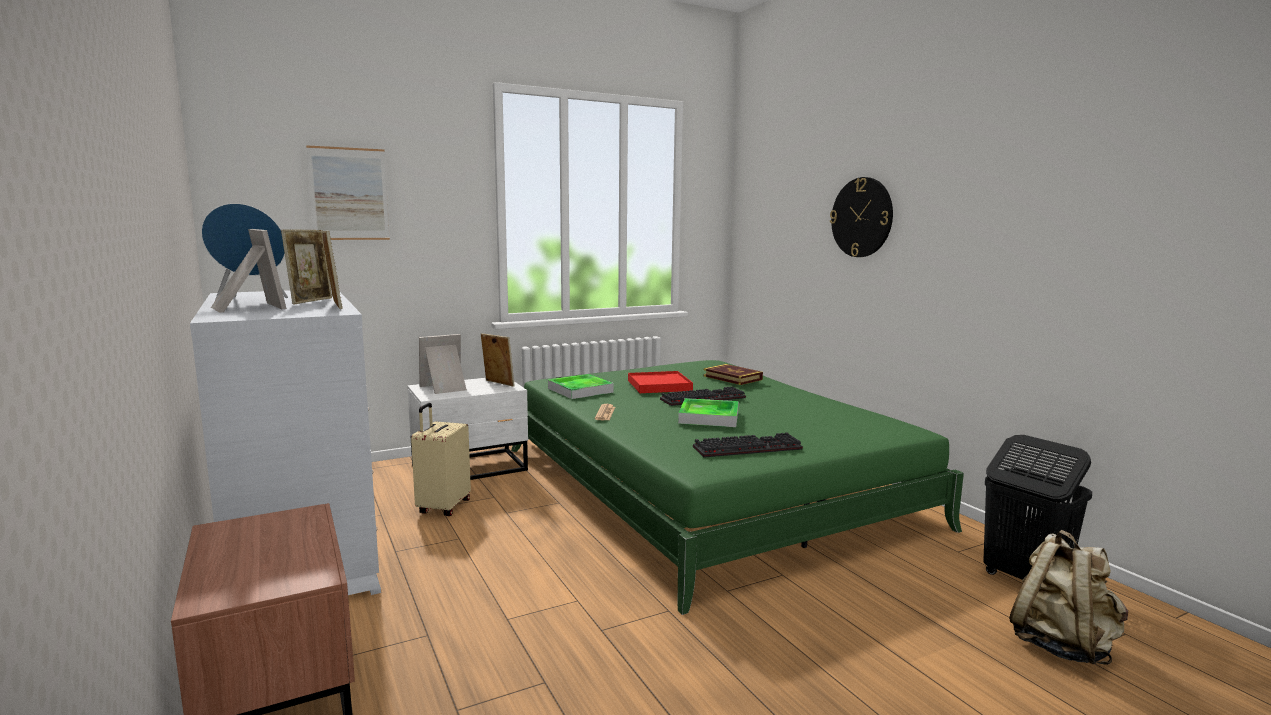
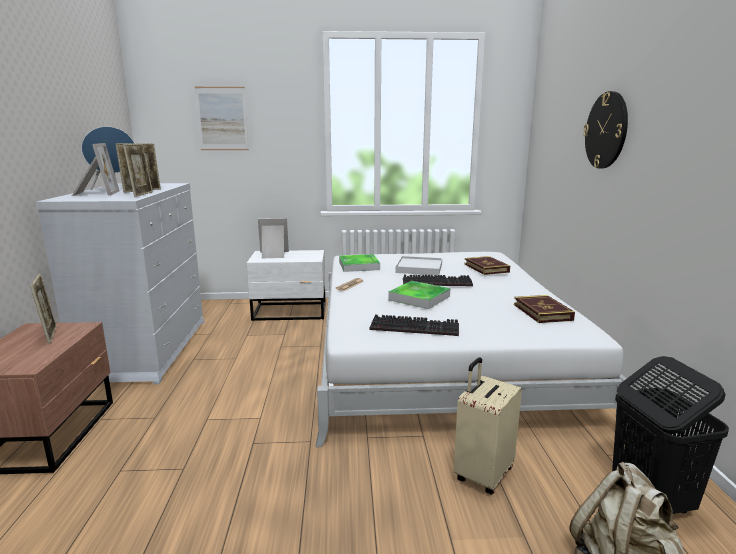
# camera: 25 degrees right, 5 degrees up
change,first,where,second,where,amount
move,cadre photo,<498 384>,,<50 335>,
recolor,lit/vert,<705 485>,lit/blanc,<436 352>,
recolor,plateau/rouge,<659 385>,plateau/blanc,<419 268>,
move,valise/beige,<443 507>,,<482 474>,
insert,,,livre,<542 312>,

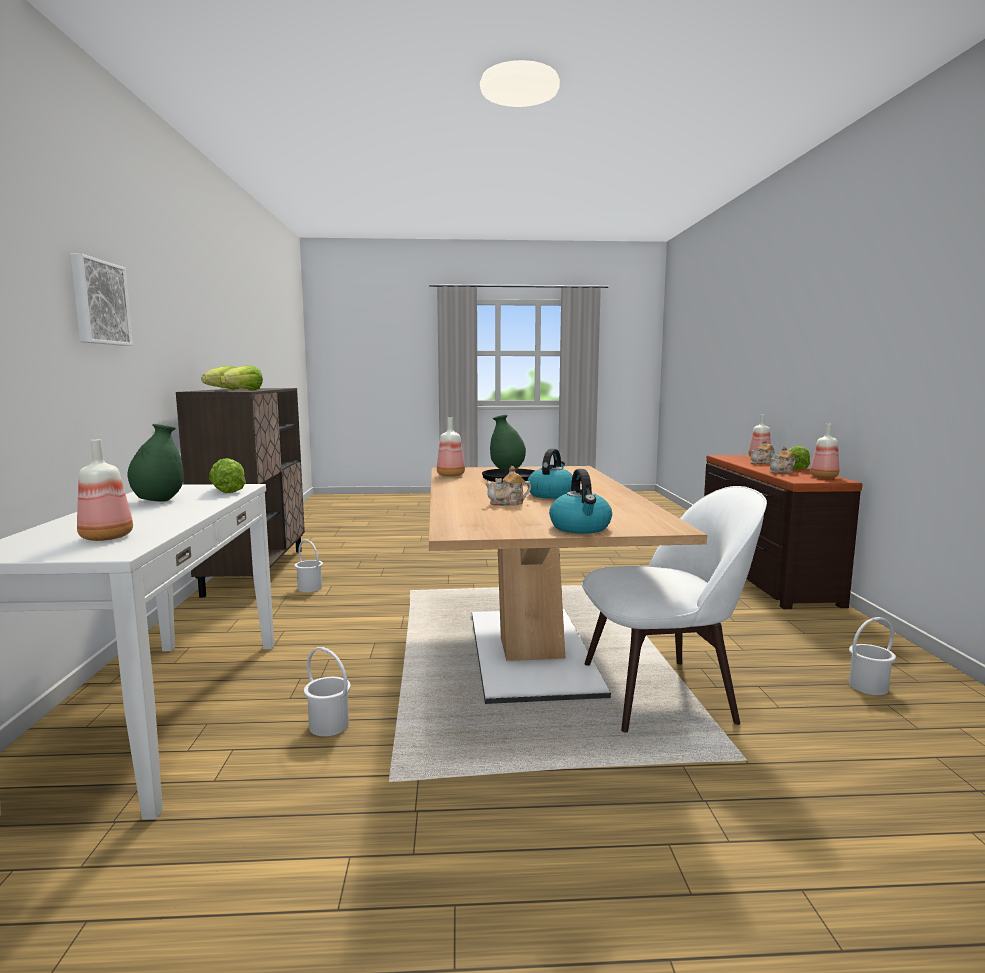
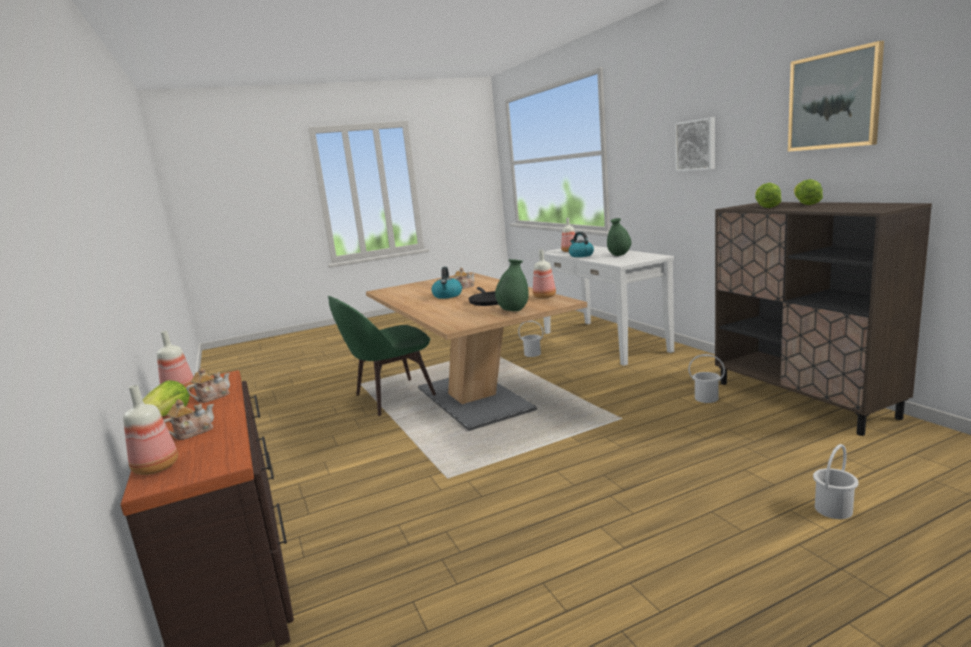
# camera: 160 degrees right, 5 degrees up
change,first,where,second,where,amount
recolor,chaise/blanc,<662 693>,chaise/vert,<391 397>,
move,bouilloire,<580 528>,,<581 255>,
insert,,,tableau,<834 100>,
move,seau/blanc,<867 686>,,<834 509>,
delete,laitue,<228 490>,,,

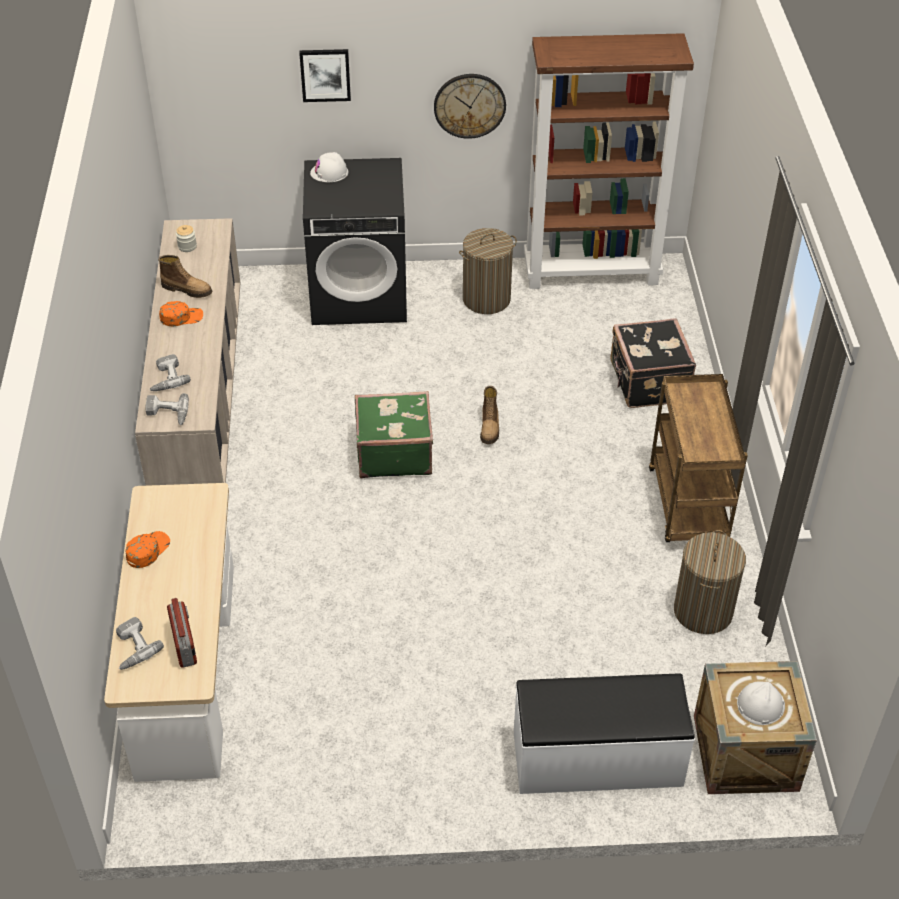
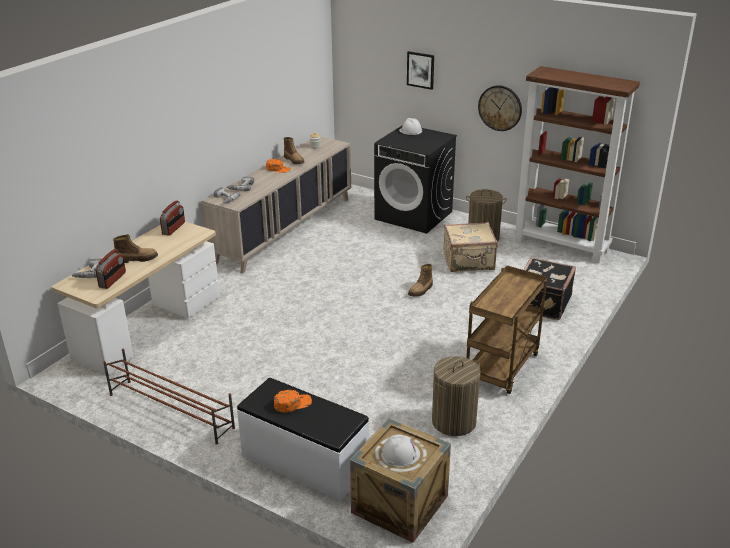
# camera: 35 degrees right, 15 degrees down
change,first,where,second,where,amount
insert,,,étagère à chaussures/marron,<170 410>,
insert,,,botte,<137 259>,
insert,,,radio,<174 228>,
move,casquette/orange,<147 550>,,<292 403>,
insert,,,valise/beige,<469 262>,
delete,valise/vert,<393 452>,,,

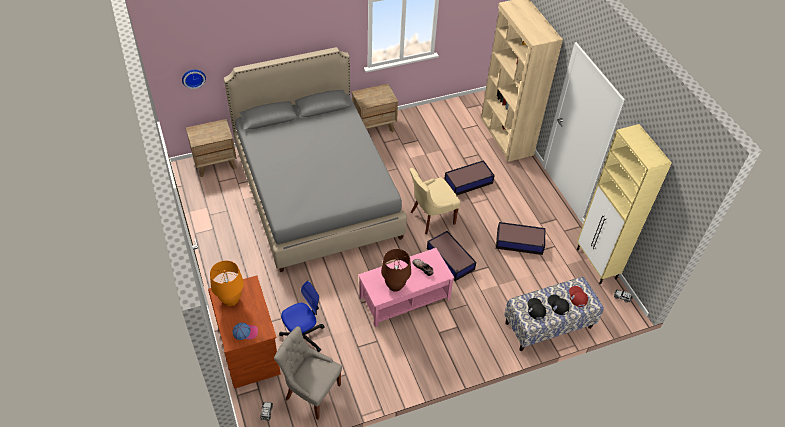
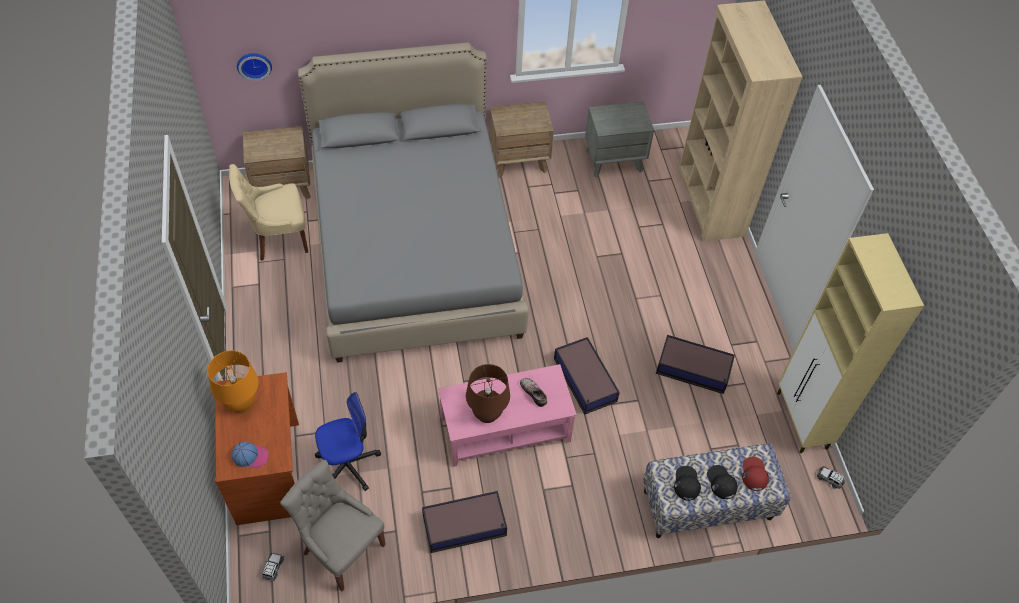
# camera: 10 degrees right, 5 degrees up
change,first,where,second,where,amount
move,chaise/beige,<431 217>,,<278 238>,
move,boîte de rangement,<469 182>,,<465 526>,
insert,,,table de chevet/gris,<614 160>,

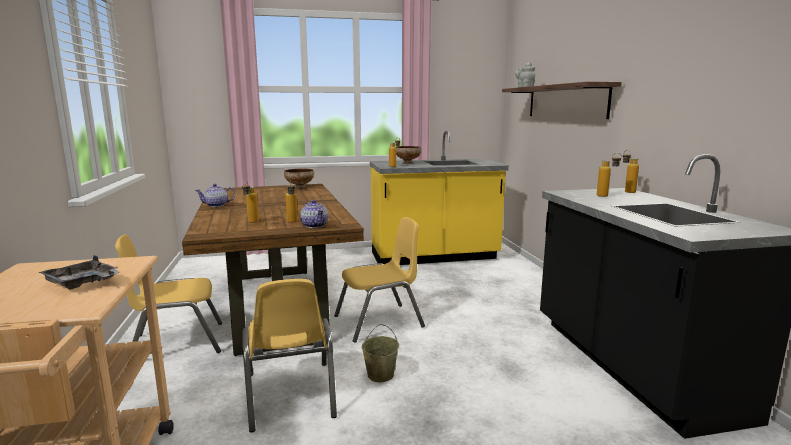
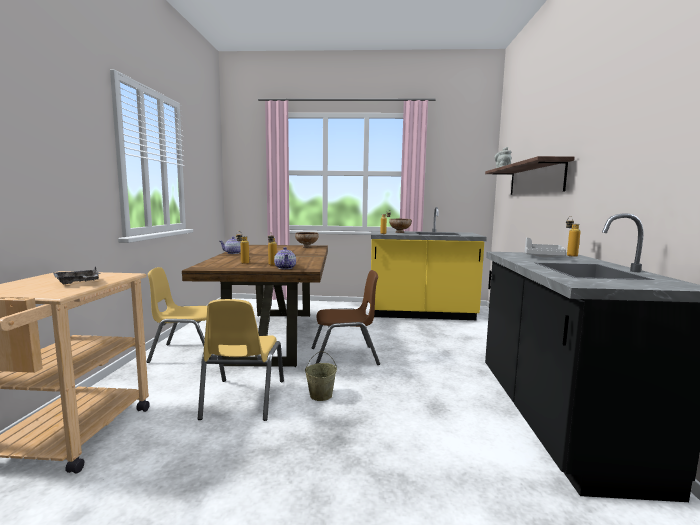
# camera: 15 degrees right, 5 degrees down
change,first,where,second,where,amount
recolor,chaise/jaune,<379 322>,chaise/marron,<344 357>,
replace,bouteille,<606 196>,plateau/gris,<543 257>,

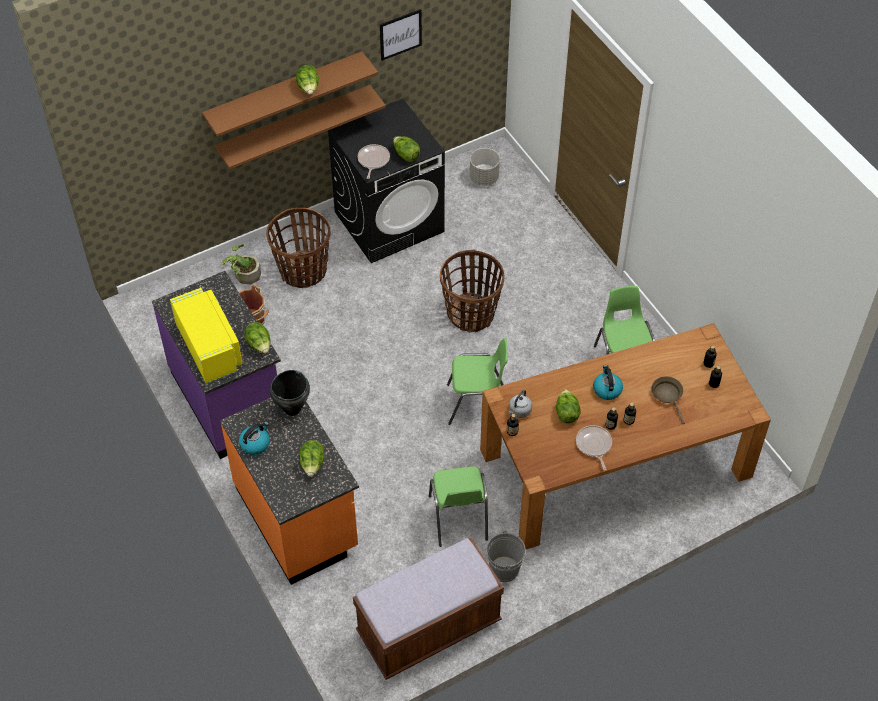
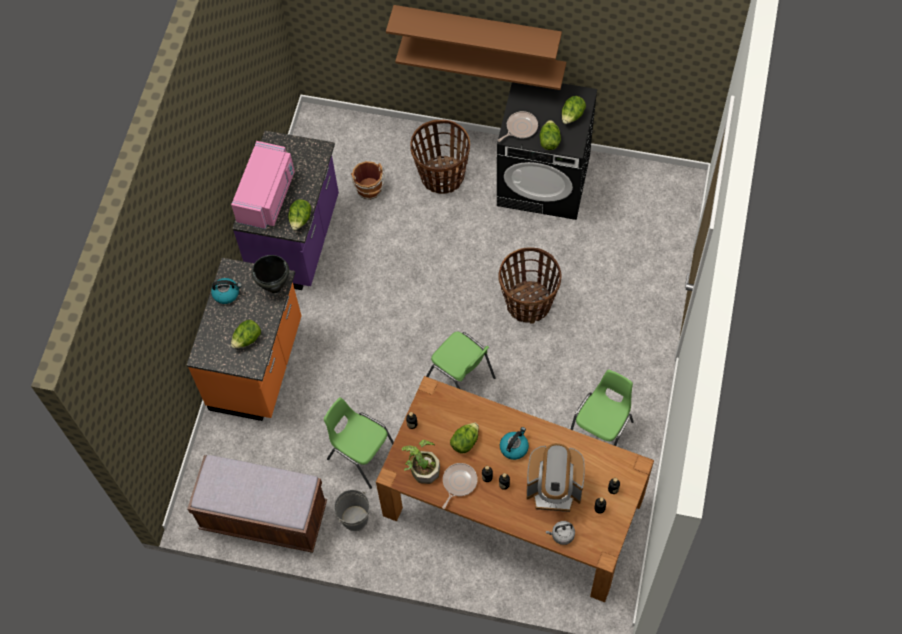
# camera: 45 degrees right, 10 degrees up
change,first,where,second,where,amount
recolor,micro-ondes/jaune,<210 347>,micro-ondes/rose,<267 196>,
rotate,chaise/vert,<458 518>,,<361 455>,90 degrees clockwise
move,plante en pot,<244 274>,,<422 467>,
replace,poêle/marron,<668 395>,machine à café,<554 489>,
move,bouilloire/gris,<519 411>,,<561 535>,
move,laitue,<309 88>,,<572 116>,
delete,tableau,<400 34>,,,
delete,cache-pot/gris,<484 178>,,,

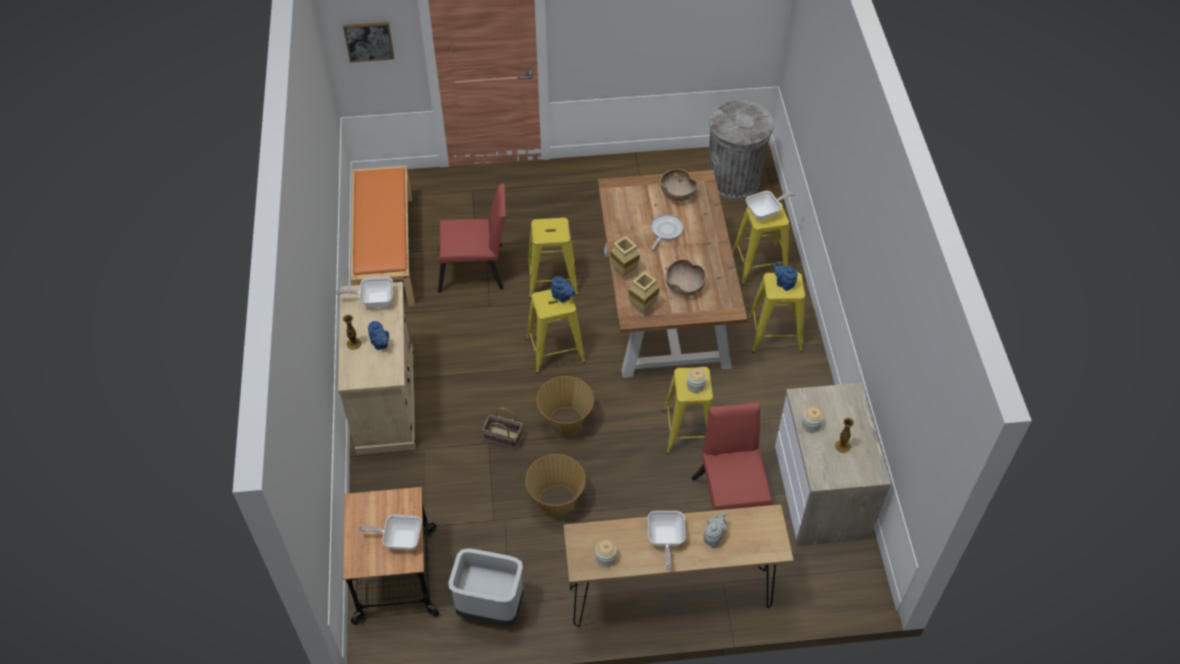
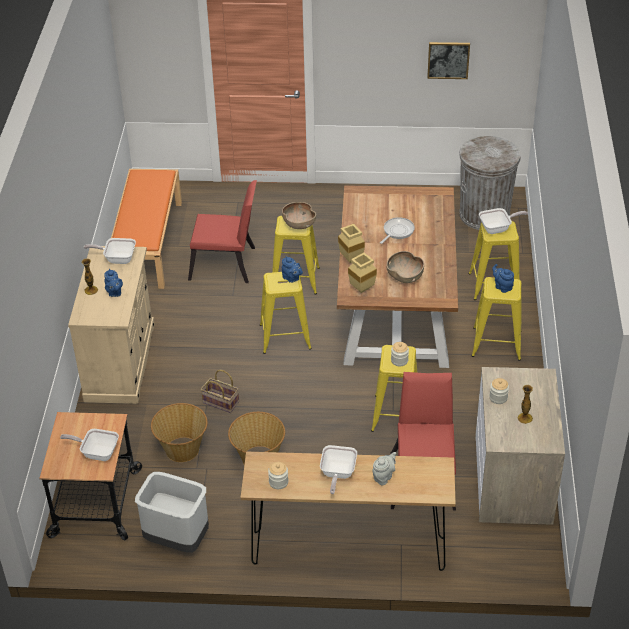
# camera: 10 degrees right, 10 degrees down
change,first,where,second,where,amount
move,panier,<565 421>,,<182 450>,
move,bol/marron,<677 194>,,<298 224>,
move,tableau,<369 41>,,<448 60>,

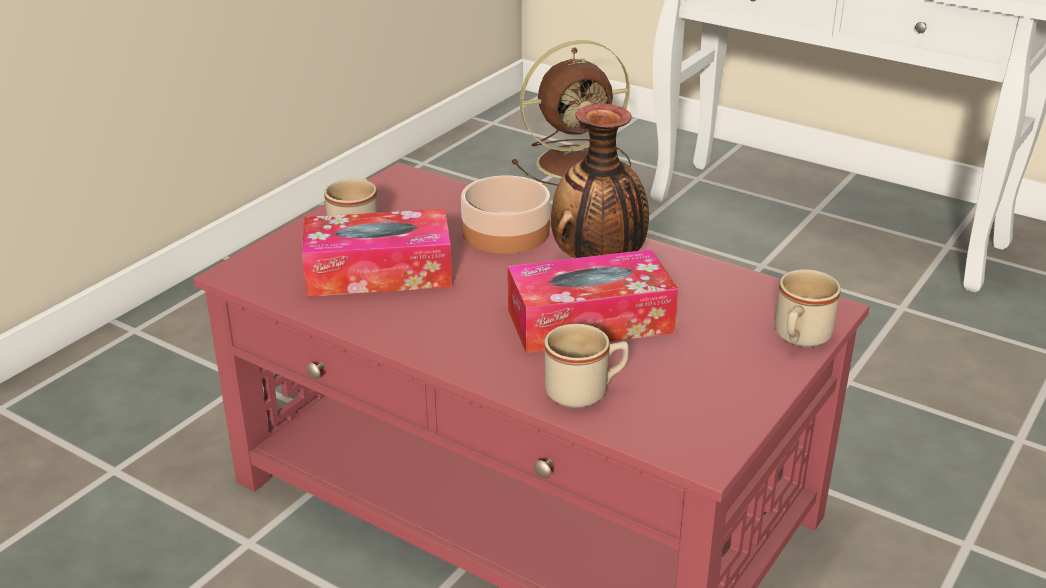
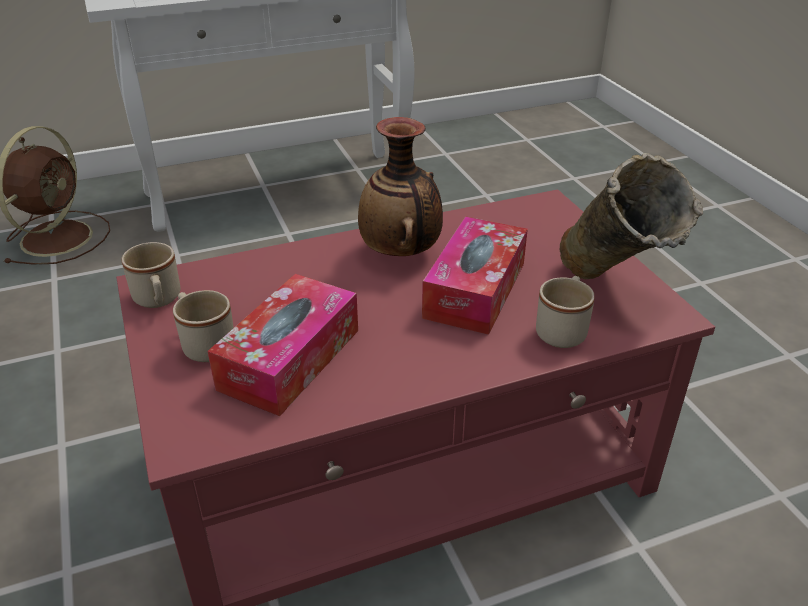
# camera: 55 degrees left, 5 degrees up
change,first,where,second,where,amount
move,mug/beige,<799 339>,,<158 300>,
insert,,,vase/beige,<613 290>,
delete,bol,<504 232>,,,

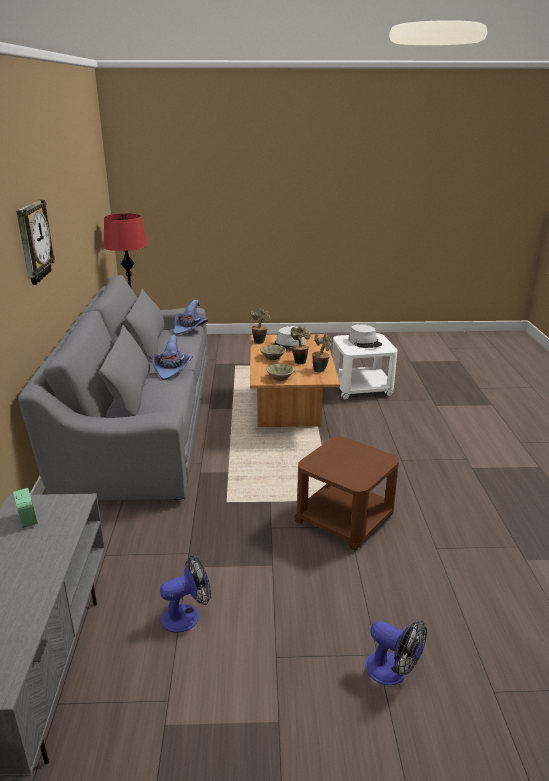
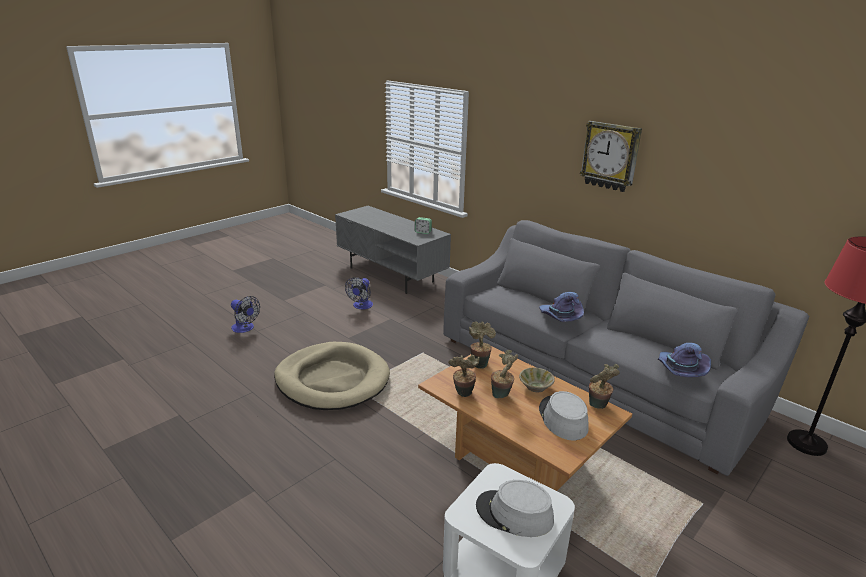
# camera: 135 degrees right, 0 degrees up
change,first,where,second,where,amount
rotate,ventilateur,<393 672>,,<245 328>,135 degrees counterclockwise
replace,table d'appoint/marron,<345 519>,panier pour chien/beige,<332 380>,
replace,bol/beige,<280 378>,plante en pot,<479 363>,

